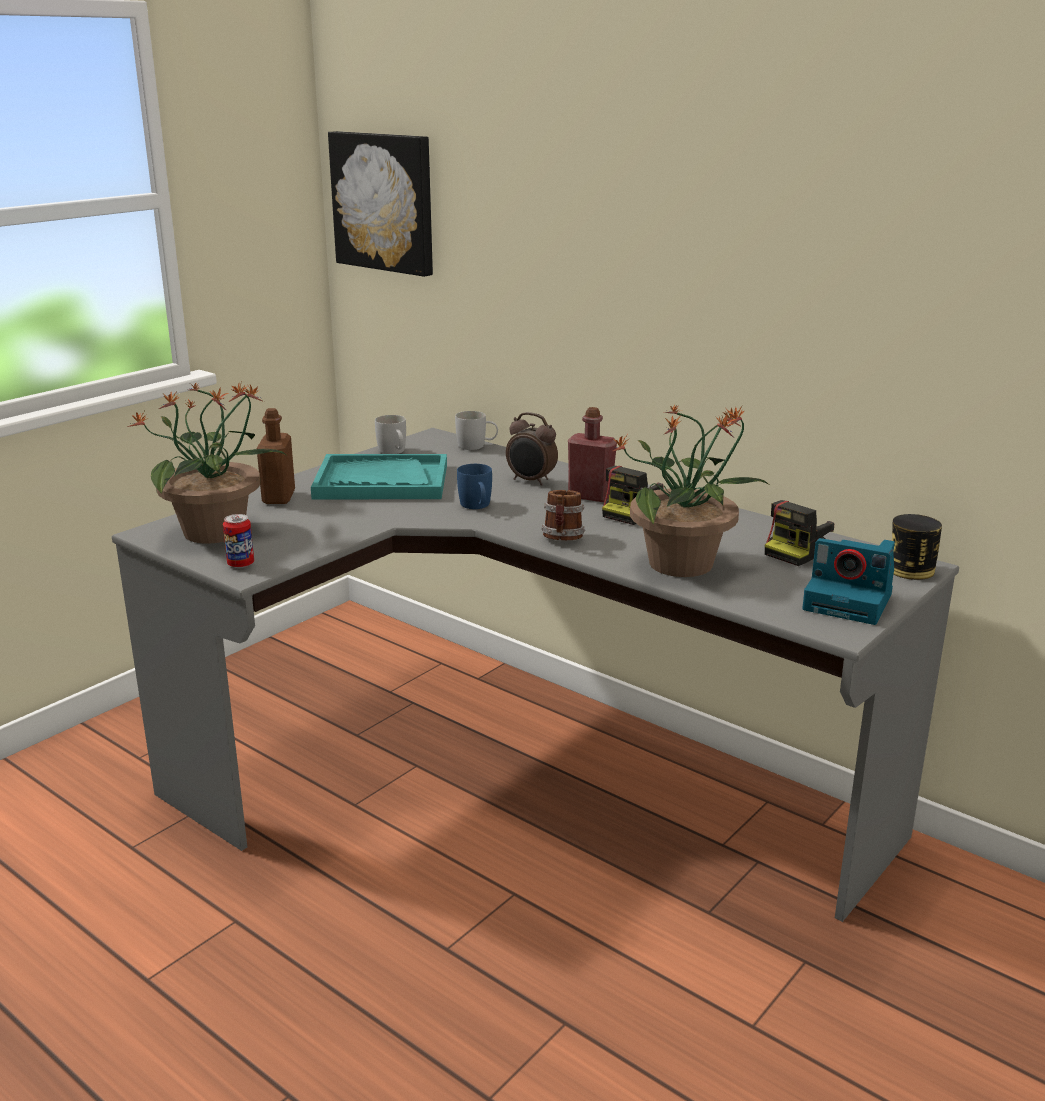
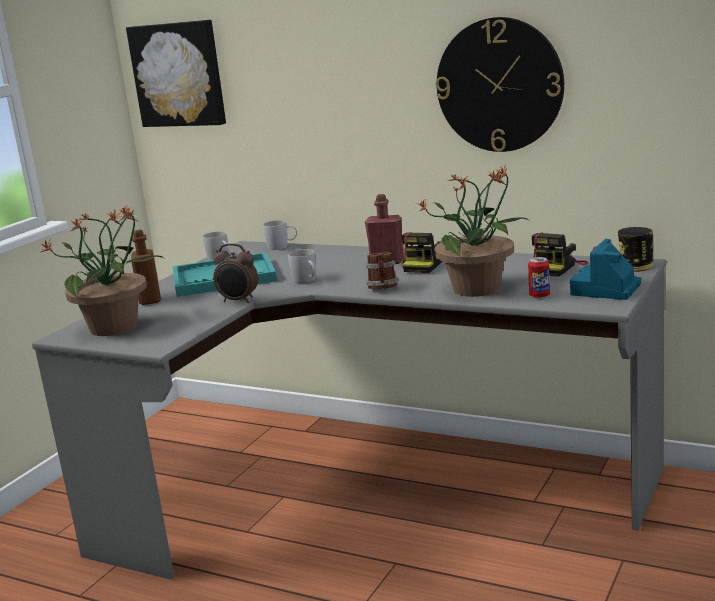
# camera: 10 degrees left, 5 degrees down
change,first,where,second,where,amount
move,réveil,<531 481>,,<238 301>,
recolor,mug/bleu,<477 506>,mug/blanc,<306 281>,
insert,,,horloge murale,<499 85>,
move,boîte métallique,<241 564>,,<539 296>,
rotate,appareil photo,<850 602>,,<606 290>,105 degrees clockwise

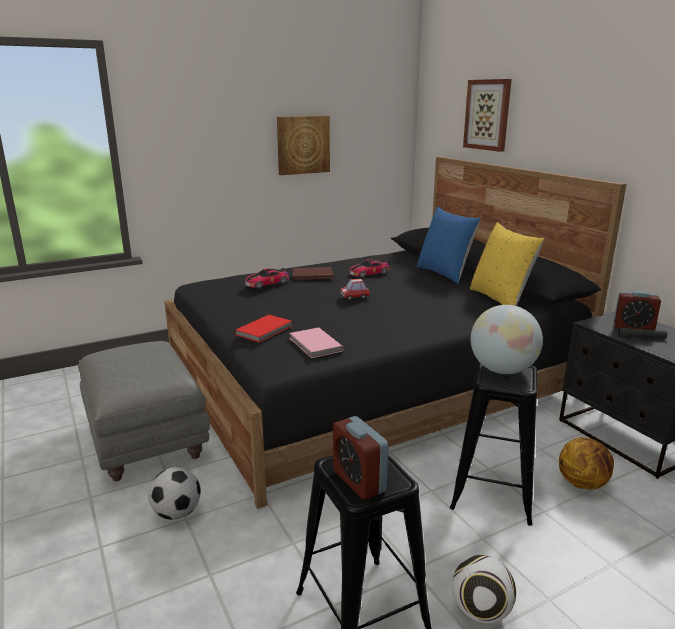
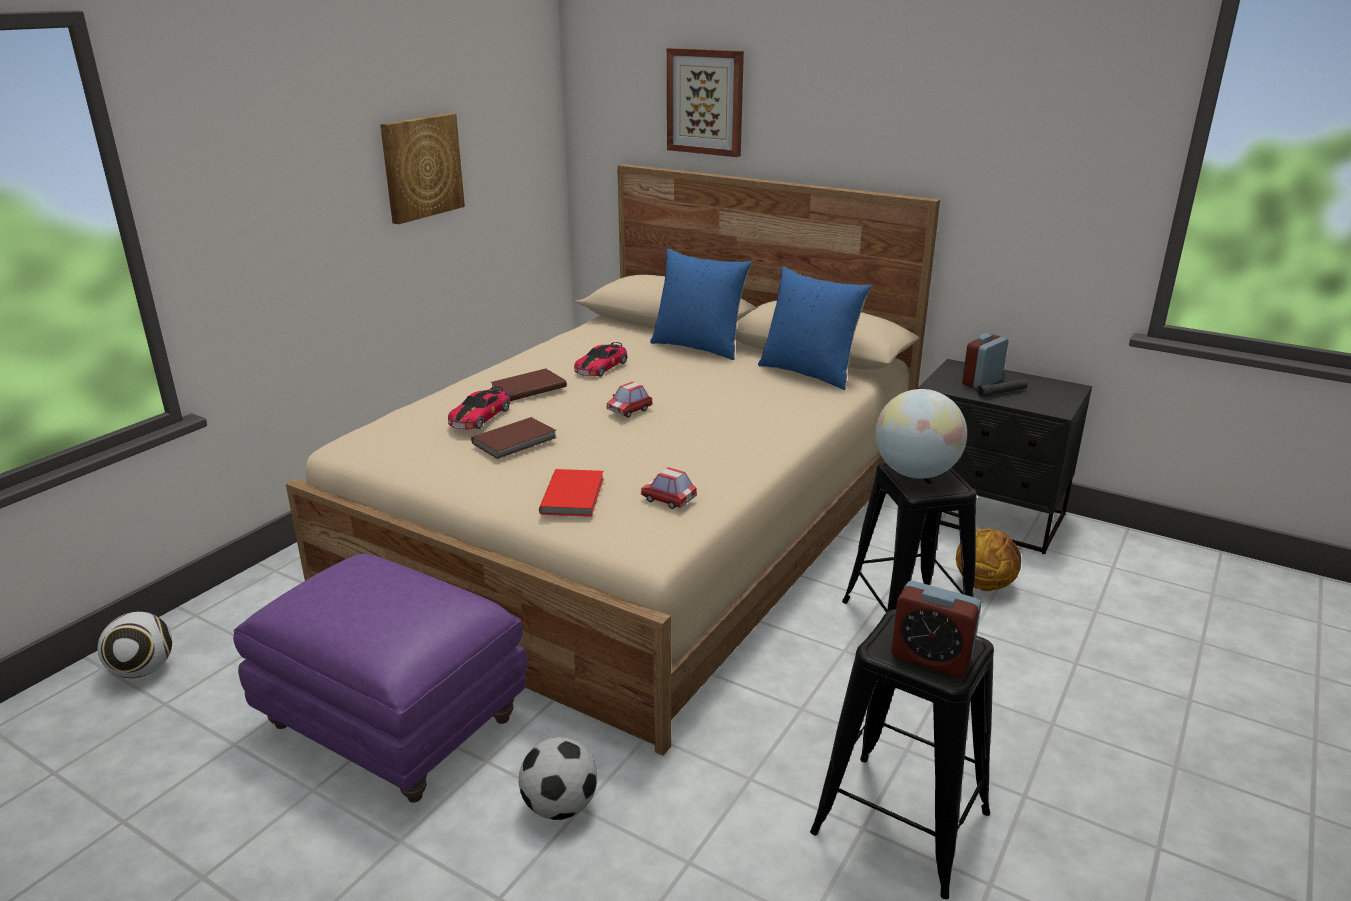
# camera: 30 degrees left, 5 degrees up
change,first,where,second,where,amount
move,ballon de foot,<481 612>,,<143 670>,
recolor,pouf/gris,<147 440>,pouf/violet,<396 724>,
recolor,lit/noir,<372 381>,lit/beige,<643 528>,
insert,,,livre/marron,<516 441>,
replace,livre/rose,<314 345>,petite voiture,<668 499>,
recolor,coussin/jaune,<500 299>,coussin/bleu,<809 373>,
rotate,réveil,<633 328>,,<982 382>,150 degrees clockwise

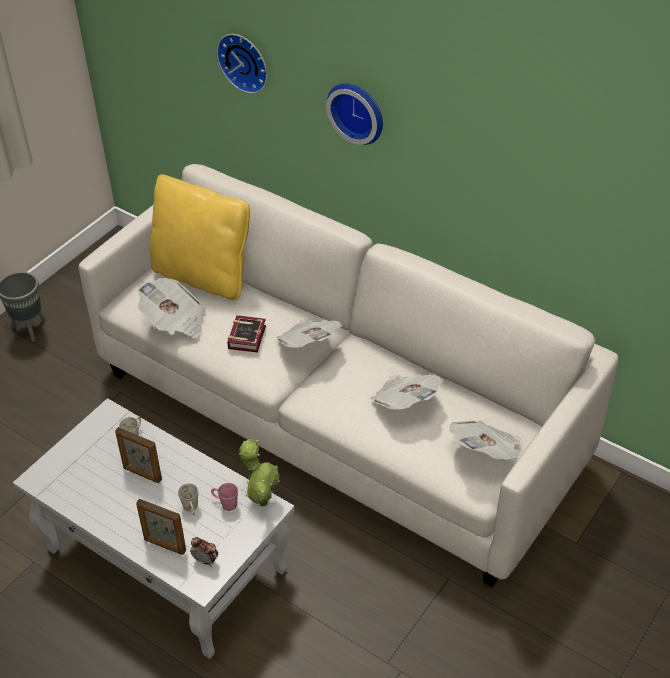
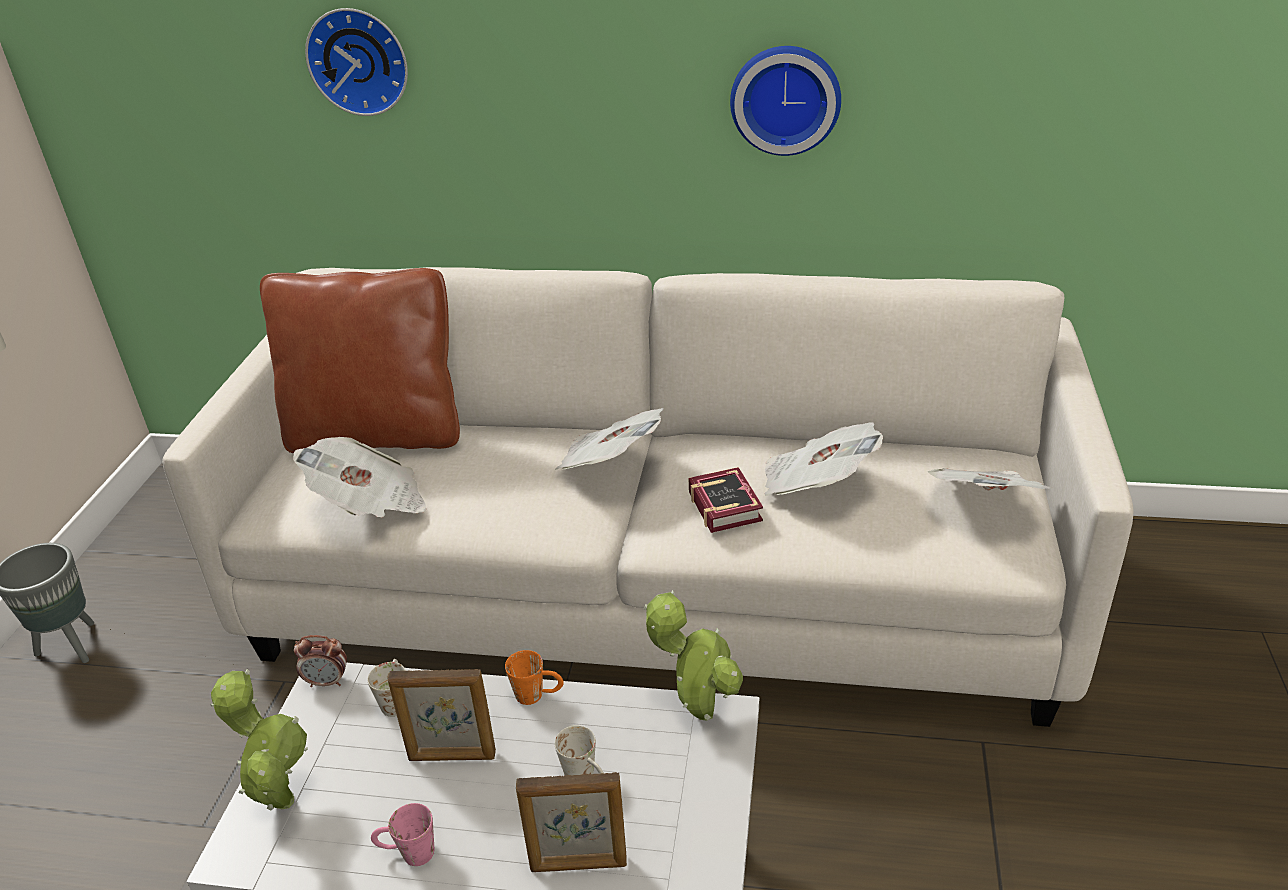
# camera: 25 degrees left, 10 degrees down
change,first,where,second,where,amount
insert,,,plante en pot,<281 797>,
recolor,coussin/jaune,<203 276>,coussin/marron,<378 434>,
move,réveil,<205 560>,,<328 681>,
move,mug/rose,<225 503>,,<408 853>,
insert,,,mug/orange,<538 695>,
move,livre,<248 336>,,<725 504>,
move,horloge murale,<358 111>,,<785 98>,

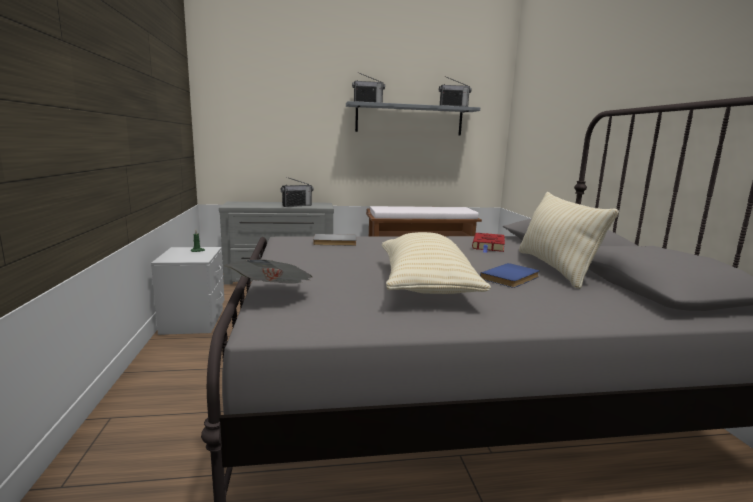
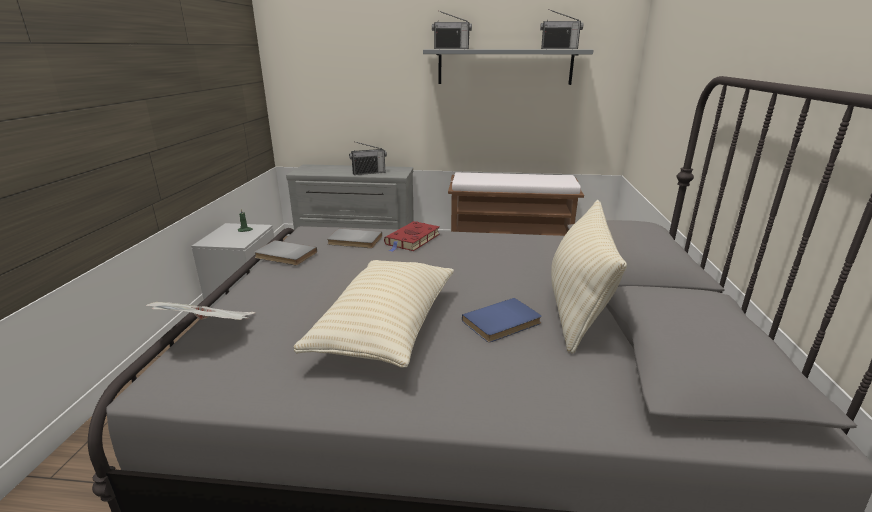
# camera: 15 degrees right, 10 degrees up
change,first,where,second,where,amount
insert,,,livre/gris,<284 255>,
move,livre/rouge,<488 246>,,<412 240>,

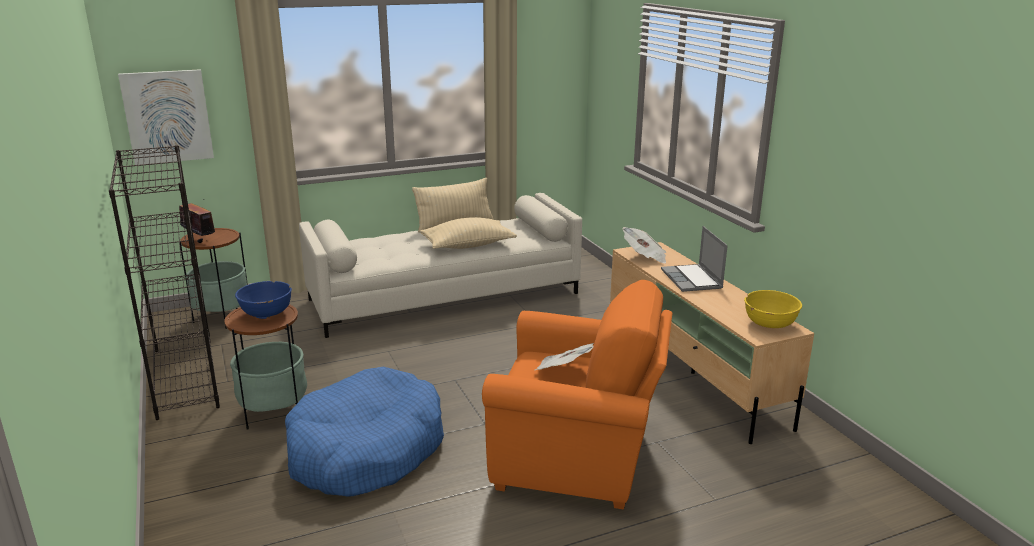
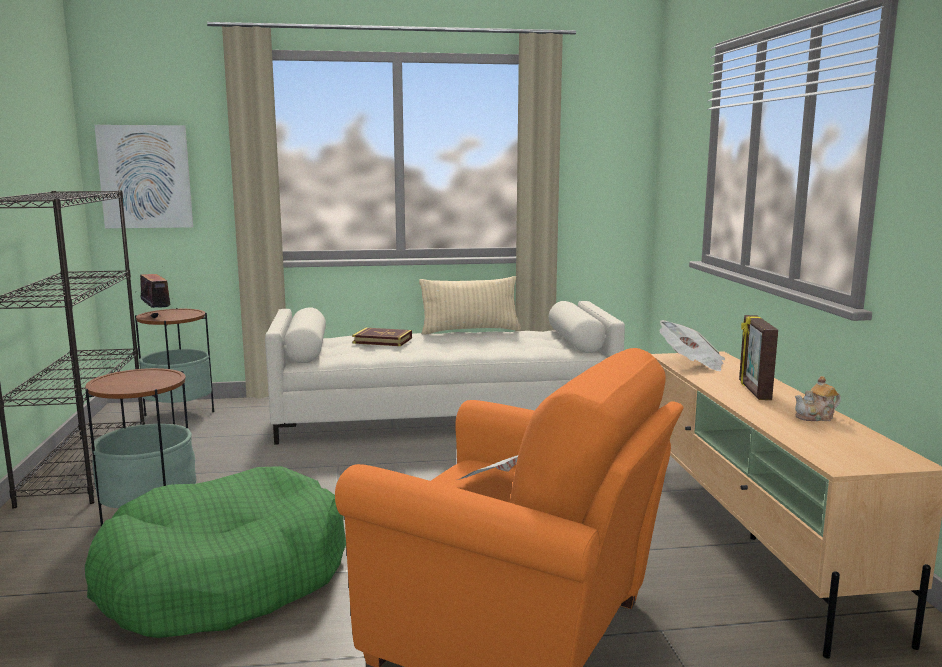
# camera: 15 degrees right, 10 degrees down
change,first,where,second,where,amount
recolor,panier pour chien/bleu,<366 450>,panier pour chien/vert,<224 578>,
insert,,,livre,<382 340>,
replace,ordinateur portable,<692 280>,cadre photo,<753 390>,
insert,,,théière,<816 417>,
delete,bol/bleu,<266 313>,,,
delete,coussin/beige,<468 246>,,,
delete,bol/jaune,<770 324>,,,

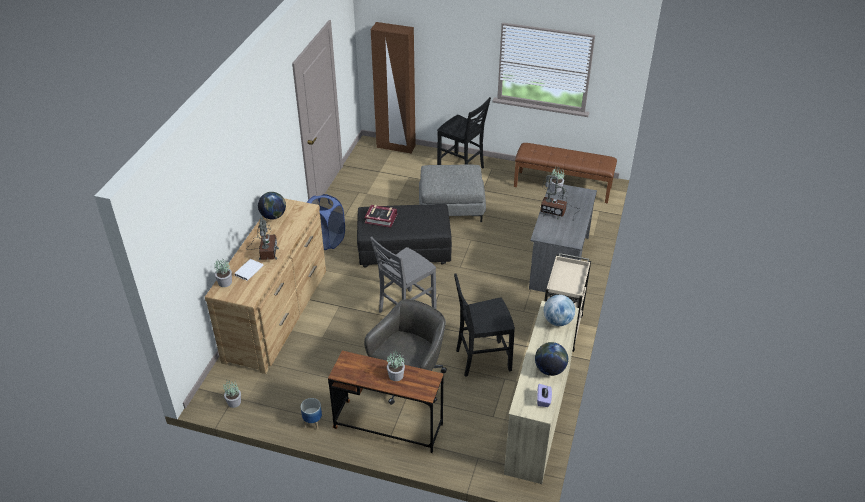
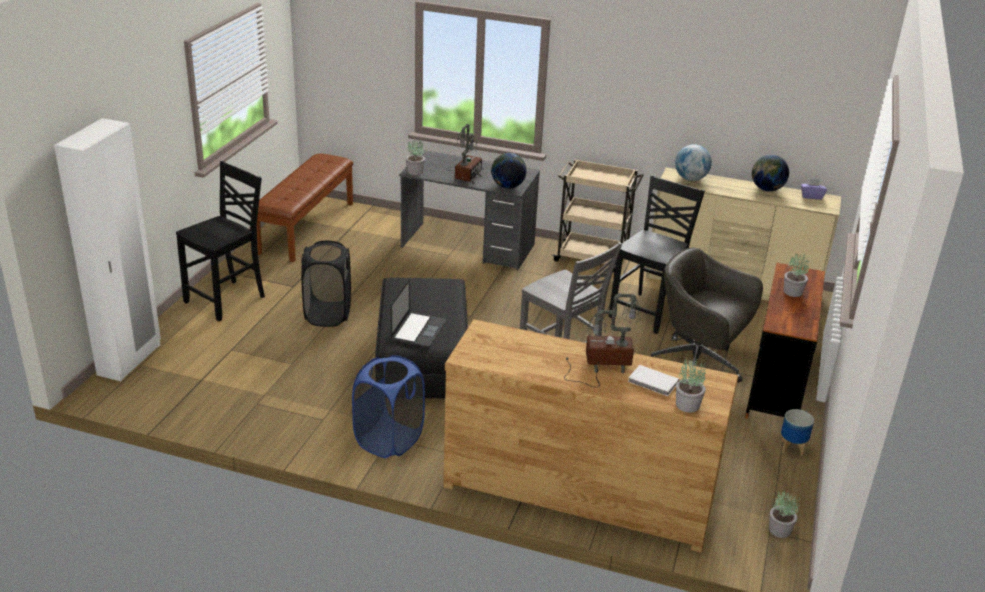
# camera: 90 degrees left, 10 degrees down
change,first,where,second,where,amount
recolor,armoire/marron,<396 147>,armoire/blanc,<130 360>,
replace,pouf/gris,<452 207>,panier à linge/noir,<328 314>,
replace,livre,<381 218>,ordinateur portable,<418 329>,
move,globe,<273 216>,,<508 187>,
rotate,chaise/noir,<481 359>,,<647 312>,135 degrees counterclockwise

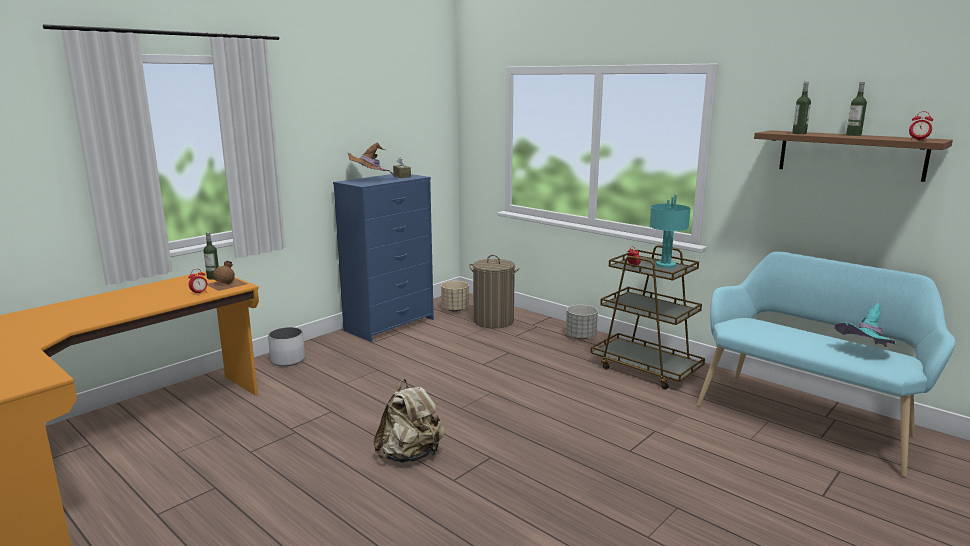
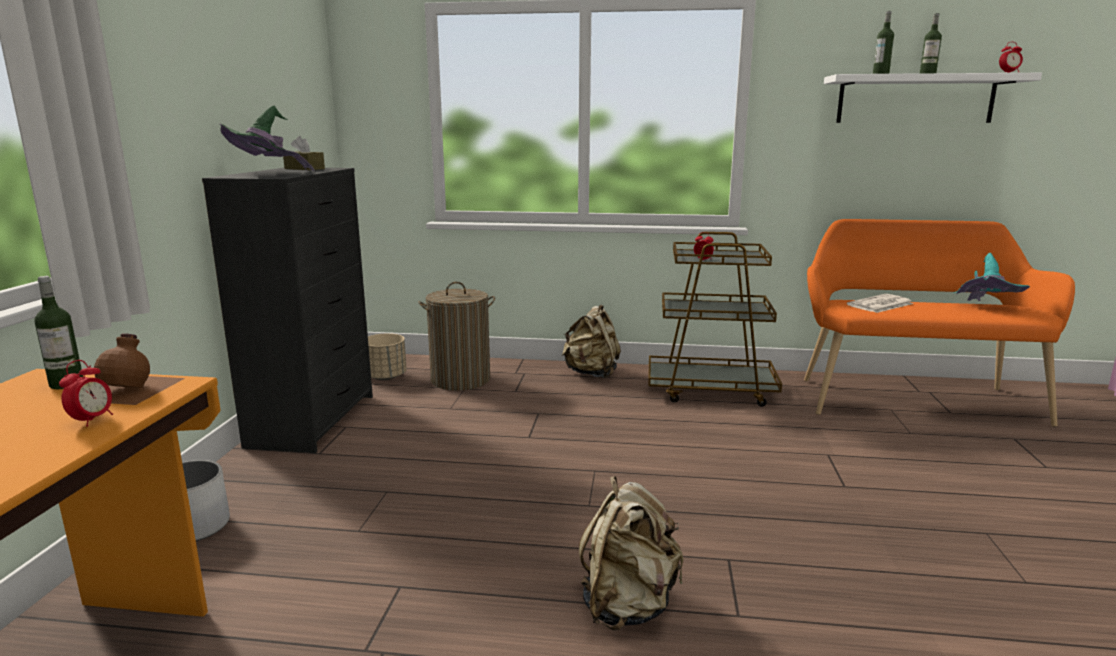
# camera: 35 degrees left, 0 degrees up
change,first,where,second,where,amount
recolor,commode/bleu,<390 324>,commode/noir,<313 420>,
recolor,chapeau/marron,<370 180>,chapeau/vert,<267 173>,
replace,cache-pot/gris,<580 337>,sac à dos/beige,<592 373>,
recolor,banc/turquoise,<807 419>,banc/orange,<912 398>,
recolor,étagère/marron,<850 154>,étagère/blanc,<915 99>,
insert,,,journal,<880 304>,
delete,lampe de table/turquoise,<665 265>,,,

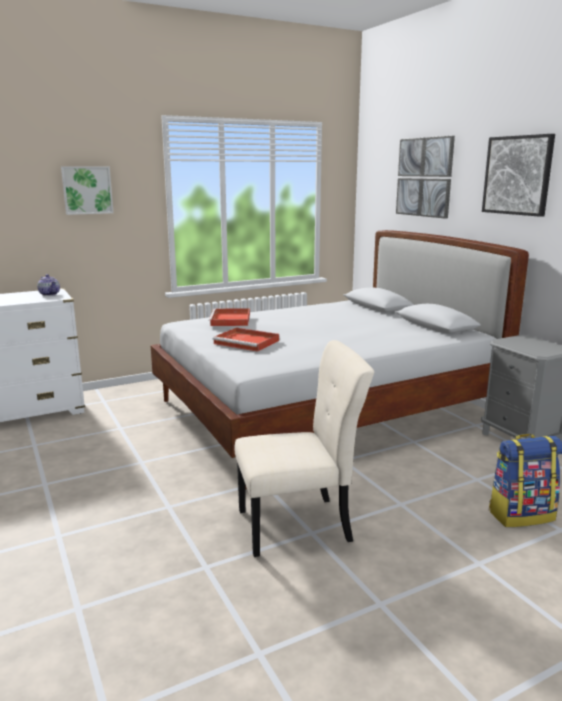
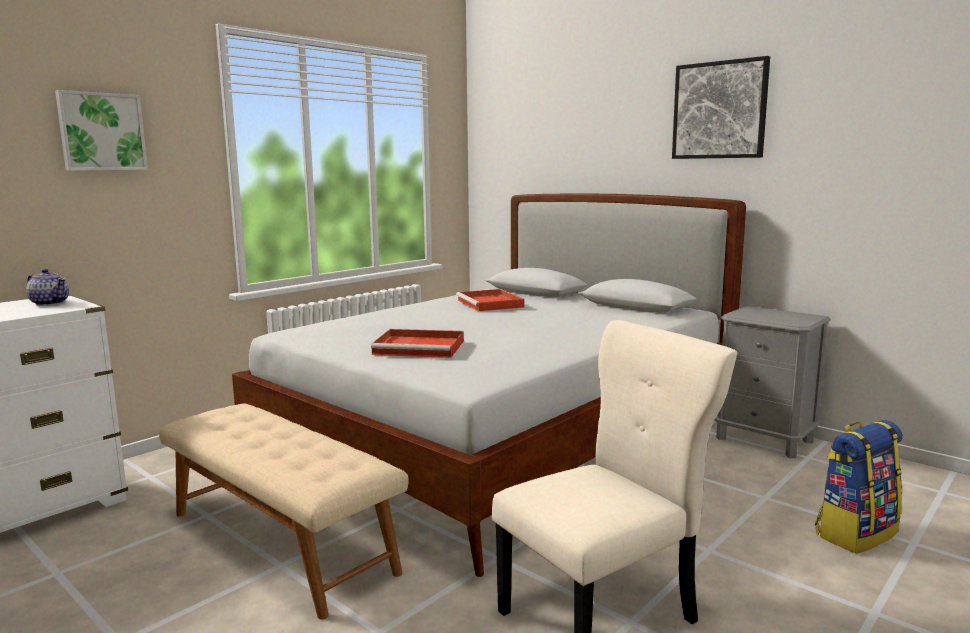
# camera: 20 degrees left, 5 degrees down
change,first,where,second,where,amount
insert,,,banc/beige,<282 541>,
move,plateau/rouge,<230 320>,,<491 304>,
delete,tableau,<424 177>,,,

